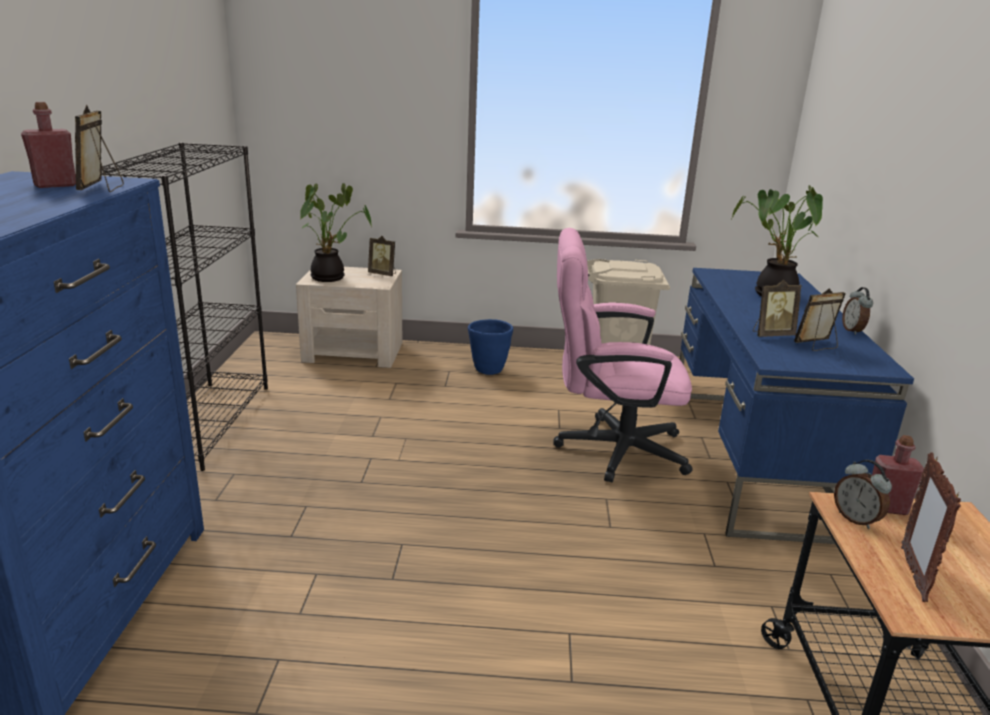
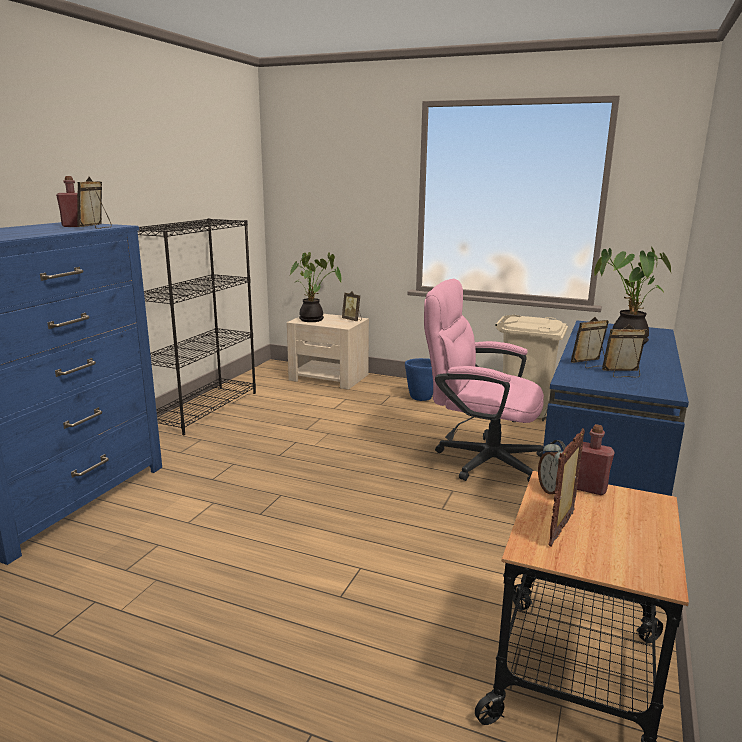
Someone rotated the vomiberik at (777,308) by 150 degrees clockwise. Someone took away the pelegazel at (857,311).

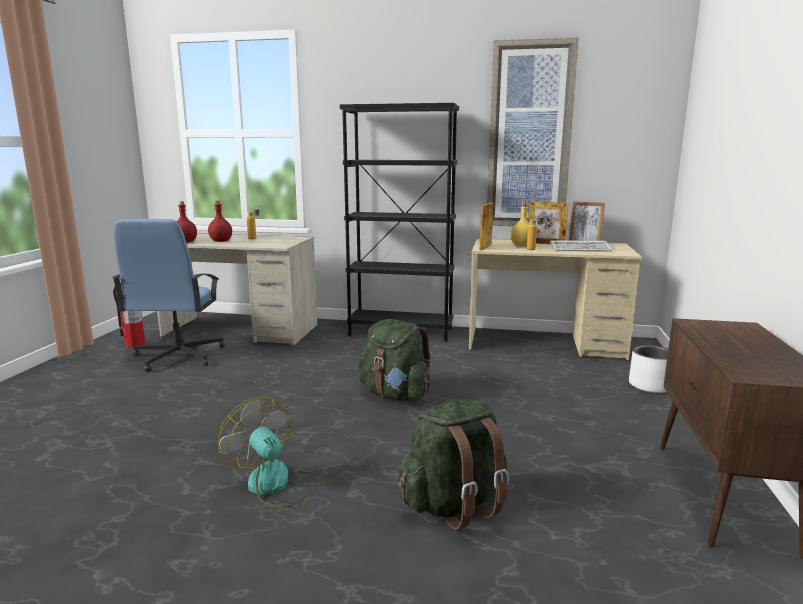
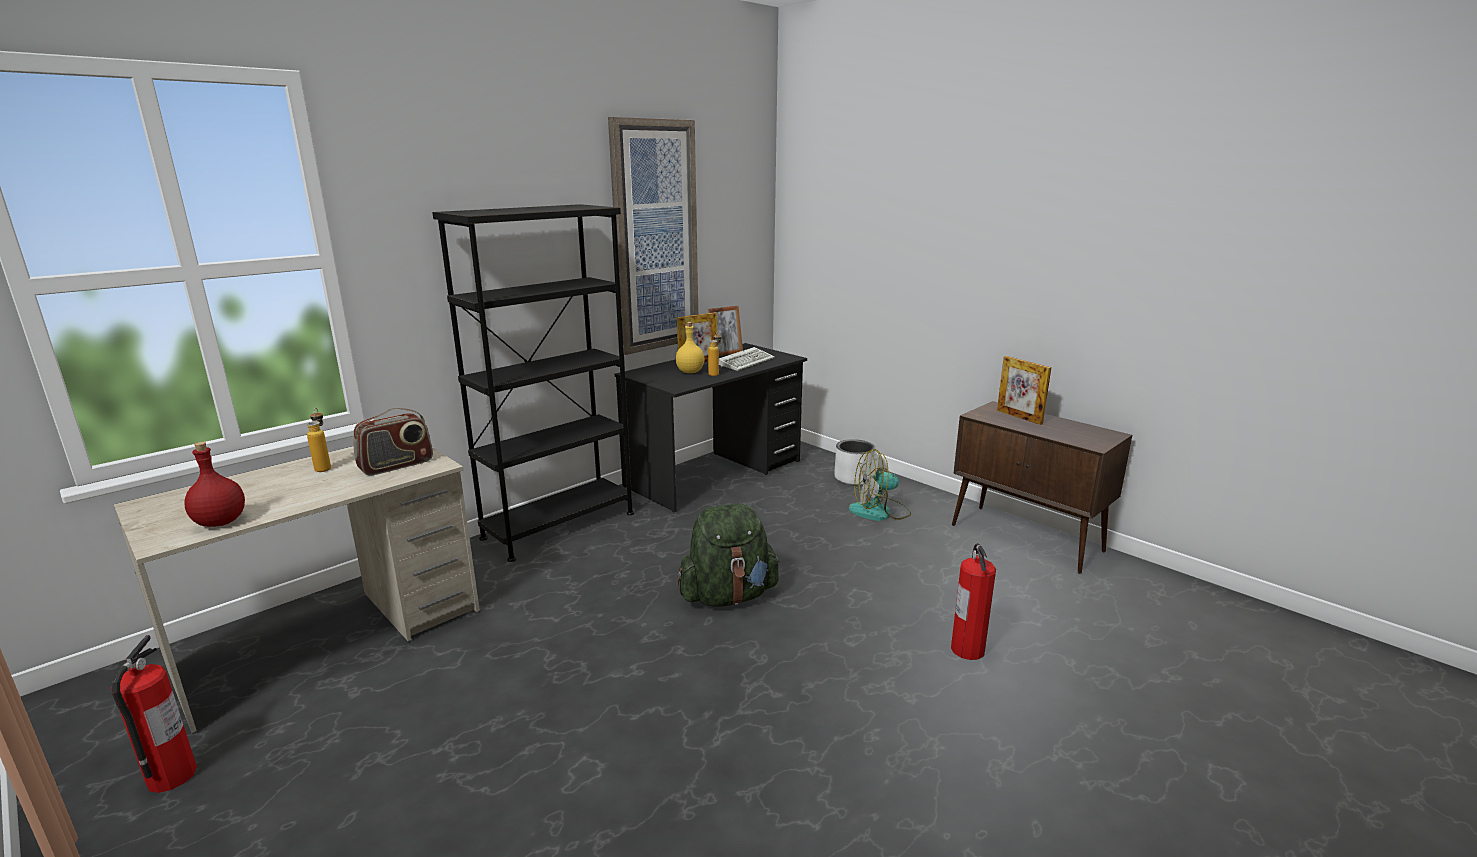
Someone took away the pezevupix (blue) at (168,295). Someone took away the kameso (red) at (220,221). Someone carried the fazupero from (270,452) to (880,485). Someone swapped the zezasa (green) at (453,464) for the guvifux at (973,601). Someone repainted the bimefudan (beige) at (555,299), which became the bimefudan (black) at (711,427). Someone carried the vomiberik from (486,227) to (1024,390). Someone put down the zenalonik at (393,441).

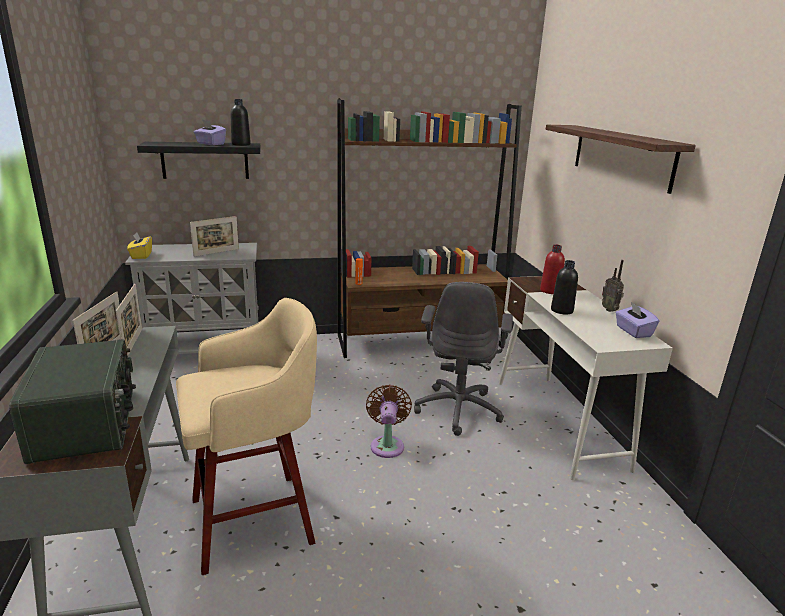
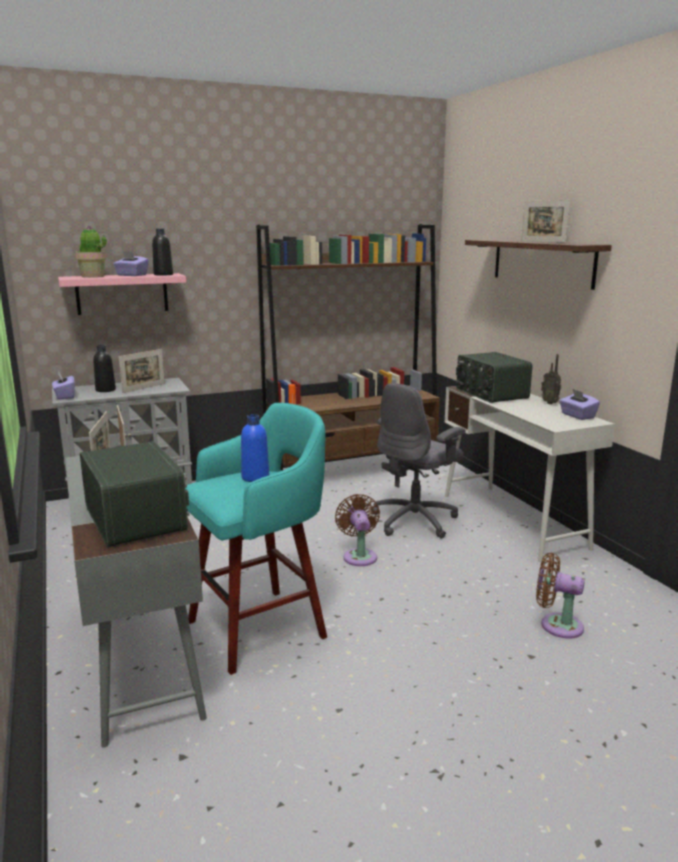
Someone repainted the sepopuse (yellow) at (139,245), which became the sepopuse (purple) at (63,386). Someone repainted the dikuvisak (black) at (199,160), which became the dikuvisak (pink) at (122,294). Someone repainted the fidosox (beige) at (246,436), which became the fidosox (turquoise) at (256,539). Someone rotated the pezevupix (grey) at (463,359) by 45 degrees clockwise. Someone swapped the kameso (red) at (552,269) for the zenalonik at (494,377). Someone carried the kameso (black) from (564,287) to (104,368). Someone put down the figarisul at (91,252). Someone put down the kameso (blue) at (255,448). Someone put down the vomiberik at (546,221). Someone put down the fazupero (brown) at (560,596).

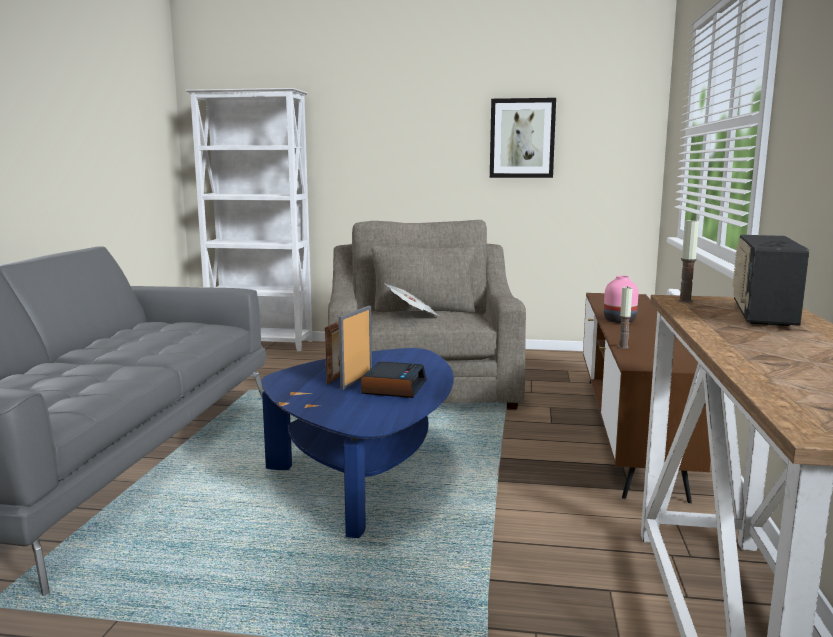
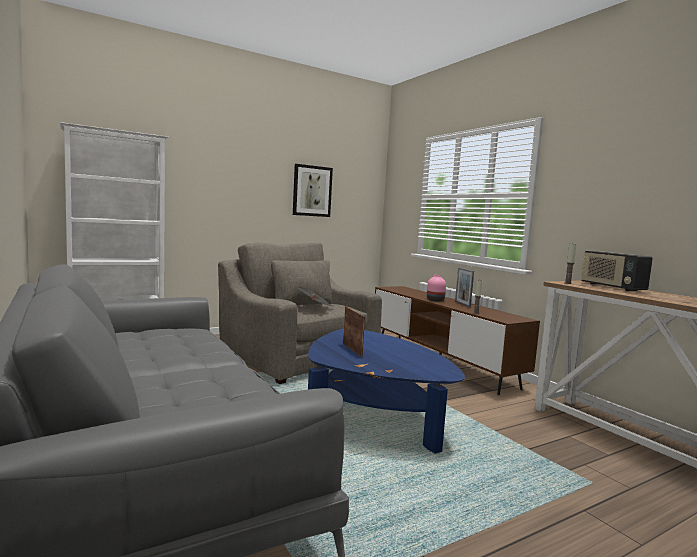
Someone carried the vomiberik from (355,348) to (464,287). Someone took away the pelegazel at (394,379).

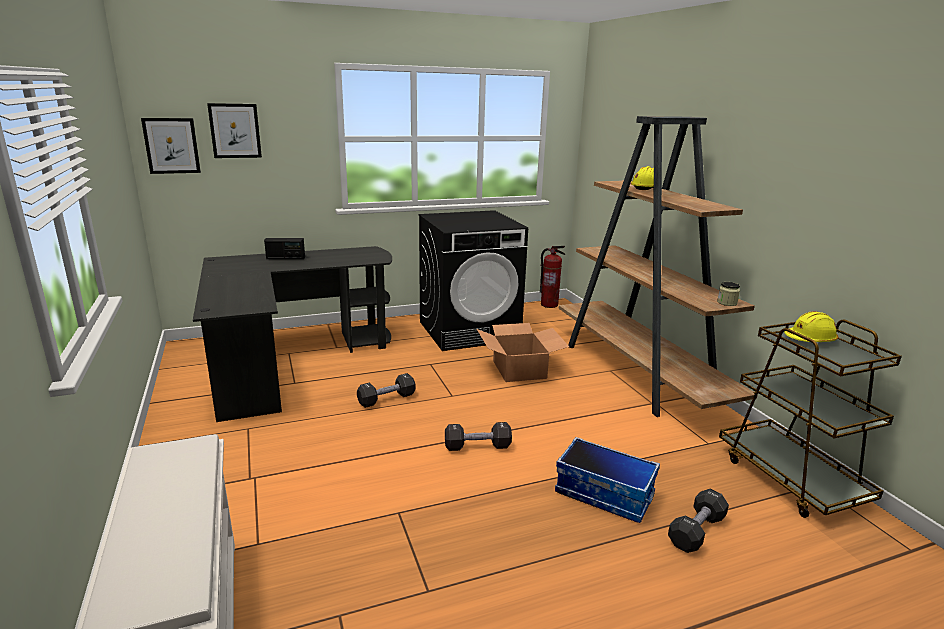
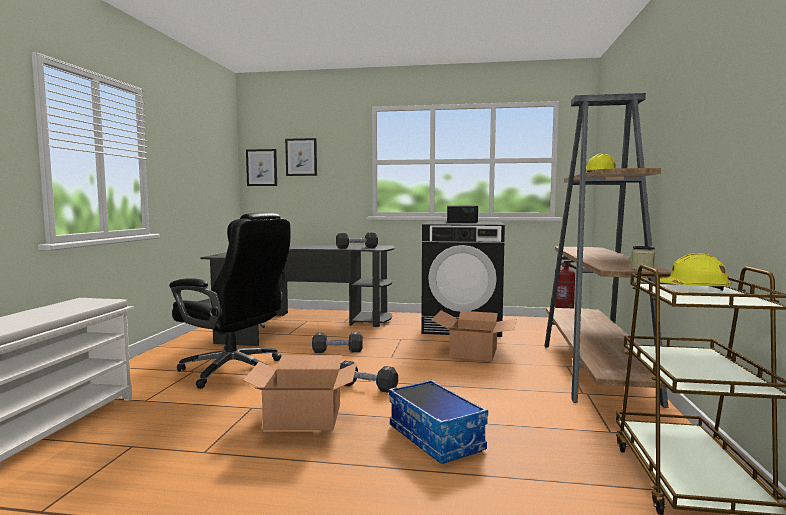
Someone carried the zenalonik from (284,248) to (462,214). Someone carried the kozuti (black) from (698,521) to (357,240). Someone put down the pezevupix (black) at (230,300). Someone put down the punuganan at (300,392).

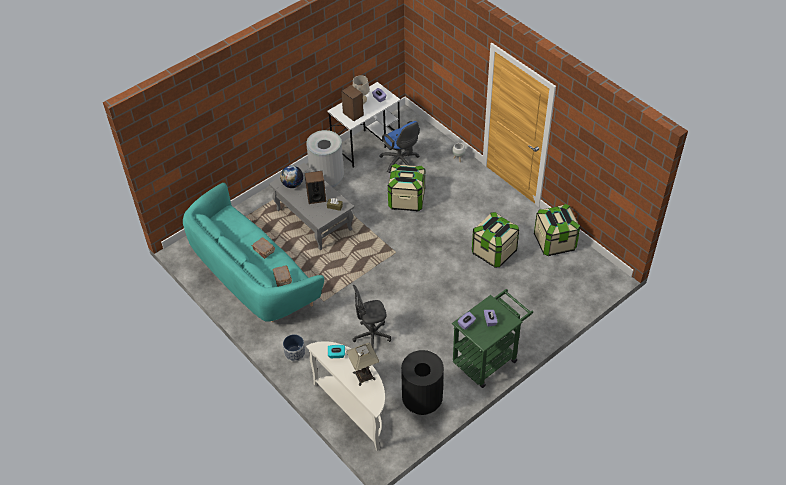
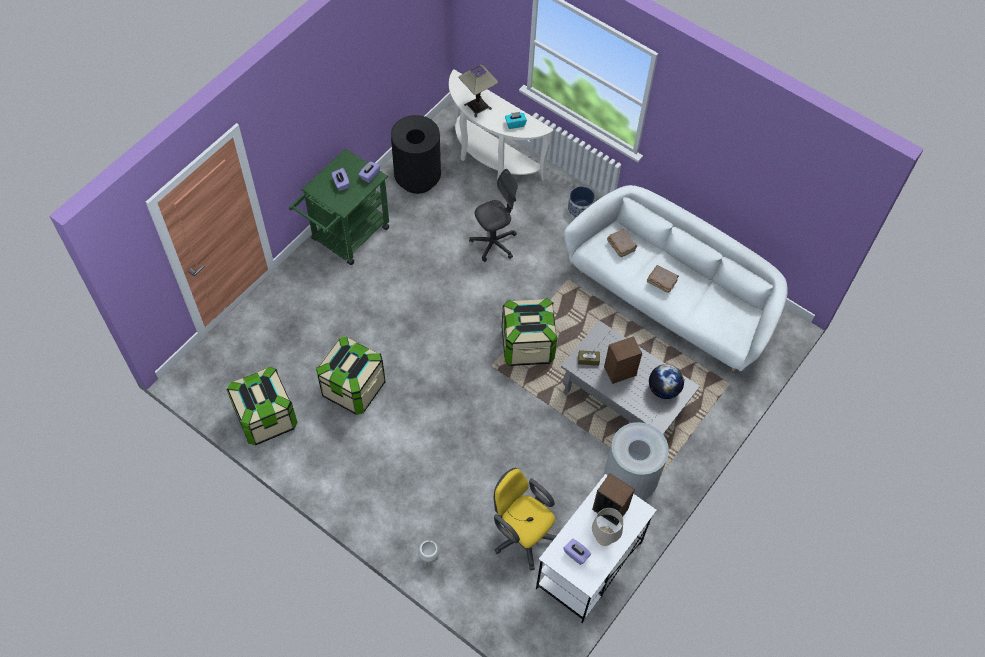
Someone repainted the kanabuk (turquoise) at (253,252), which became the kanabuk (white) at (676,278). Someone repainted the pezevupix (blue) at (400,147), which became the pezevupix (yellow) at (525,519). Someone carried the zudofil from (406,188) to (530,332).

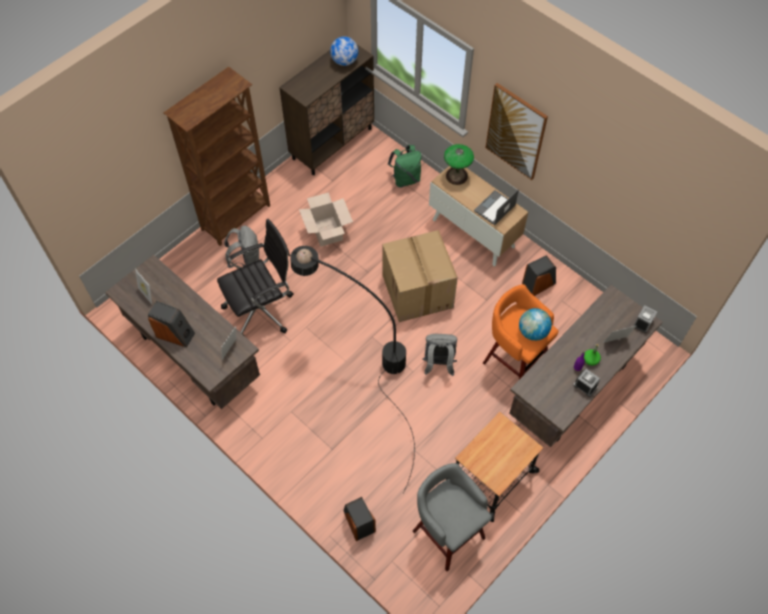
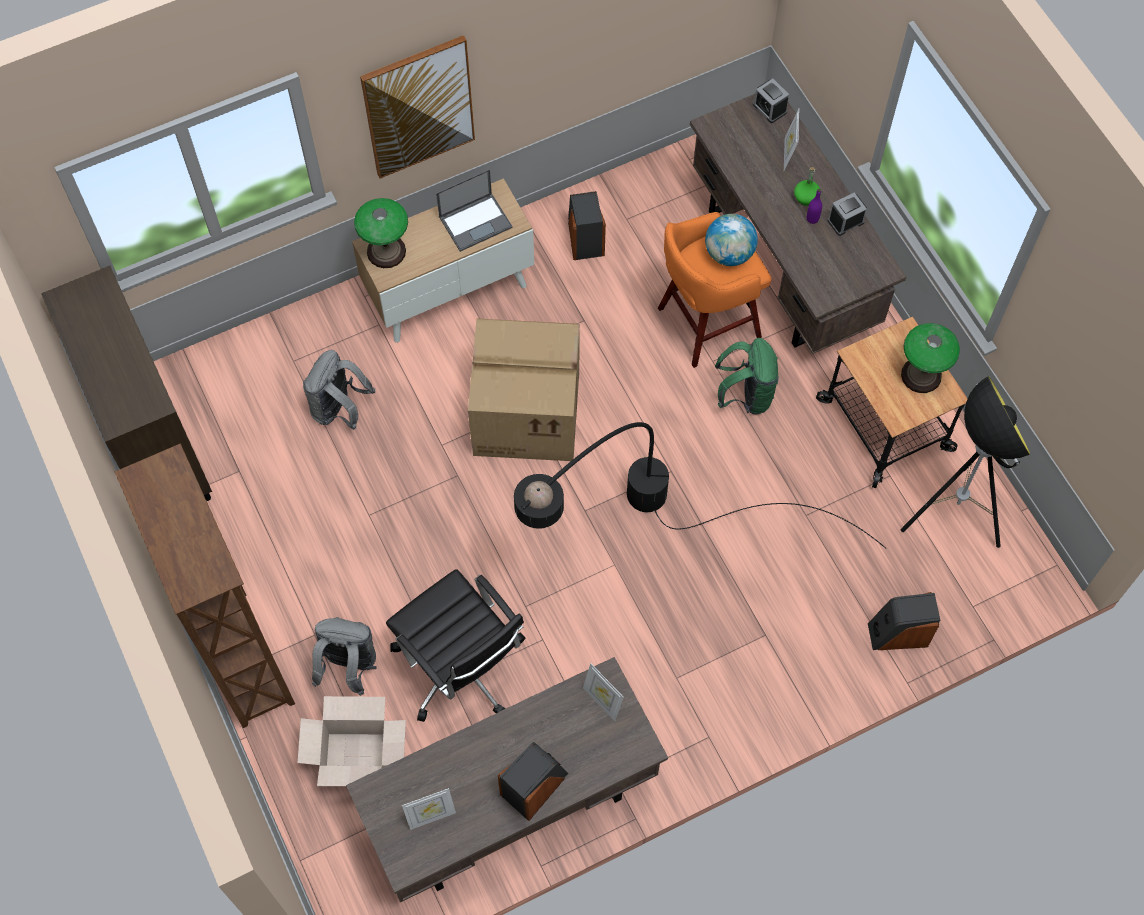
Someone rotated the pezevupix (black) at (255,277) by 150 degrees clockwise. Someone carried the punuganan from (326,219) to (351,741). Someone took away the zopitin at (344,51). Someone carried the zezasa (green) from (404,166) to (747,376). Someone swapped the fidosox (grey) at (452,517) for the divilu at (965,462). Someone carried the zezasa (grey) from (439,354) to (339,390). Someone rotated the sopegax at (496,207) by 90 degrees counterclockwise. Someone put down the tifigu at (930,358).

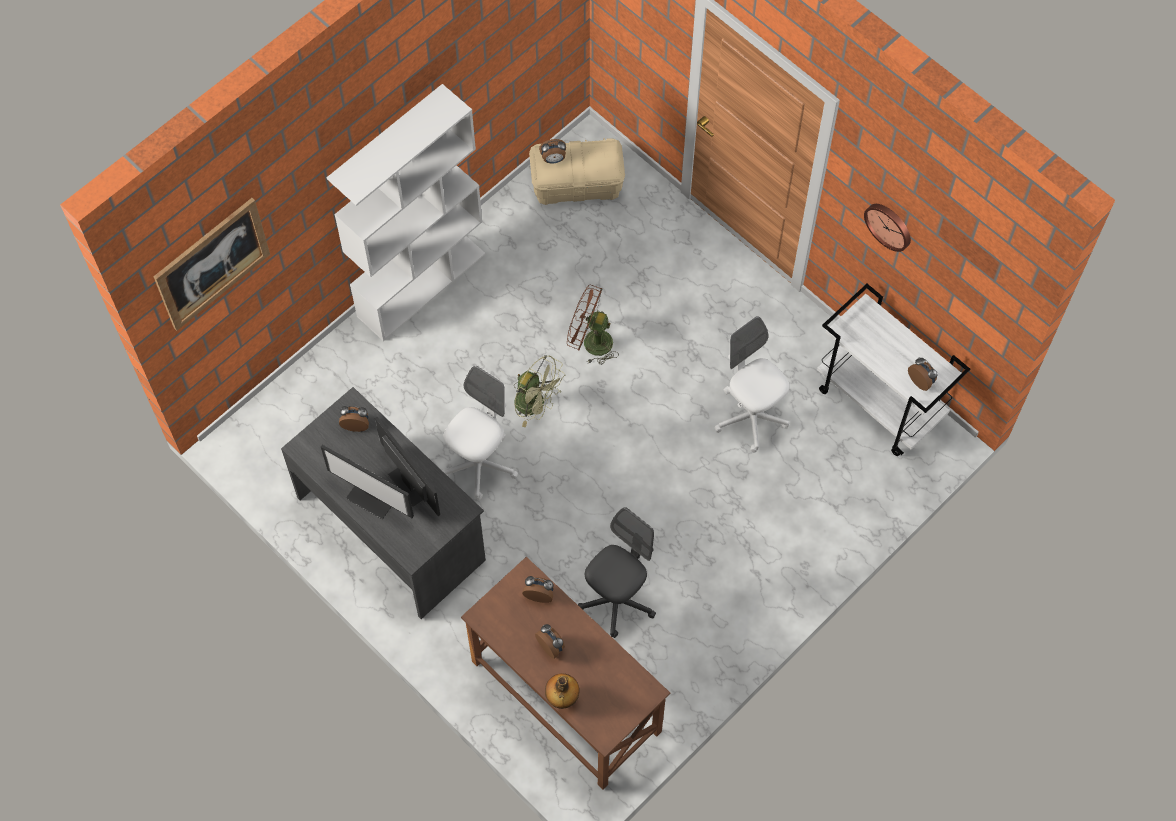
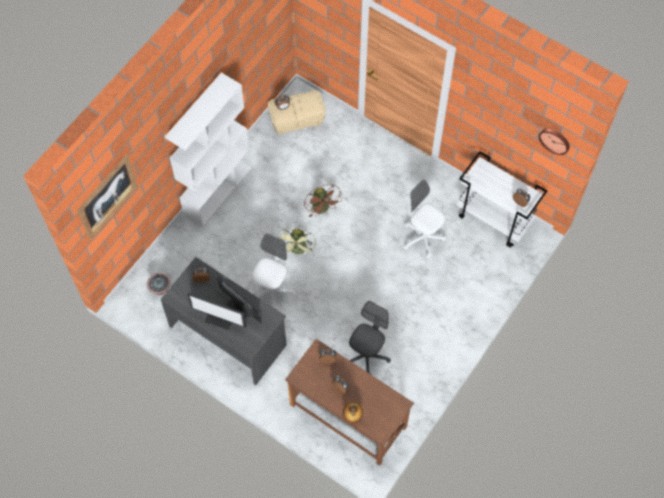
Someone rotated the fazupero (green) at (539,391) by 75 degrees clockwise. Someone rotated the fazupero (brown) at (593,325) by 120 degrees counterclockwise. Someone carried the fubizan from (887,228) to (554,142). Someone put down the figarisul at (158,284).

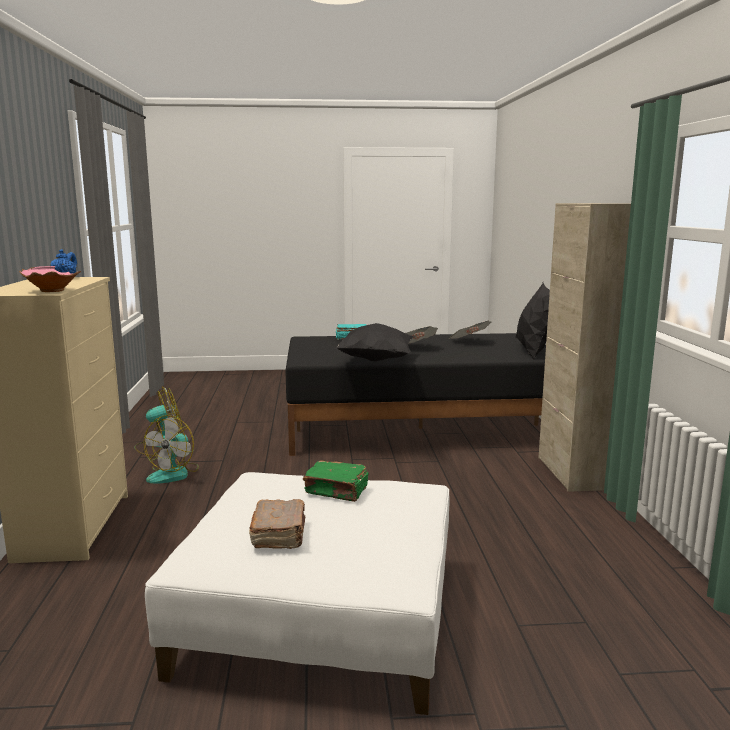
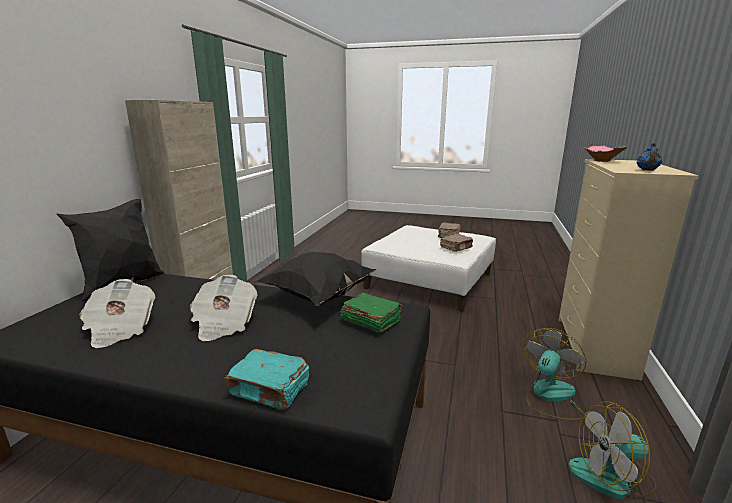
Someone carried the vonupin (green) from (336,481) to (372,313). Someone put down the vonupin (brown) at (456,242).

